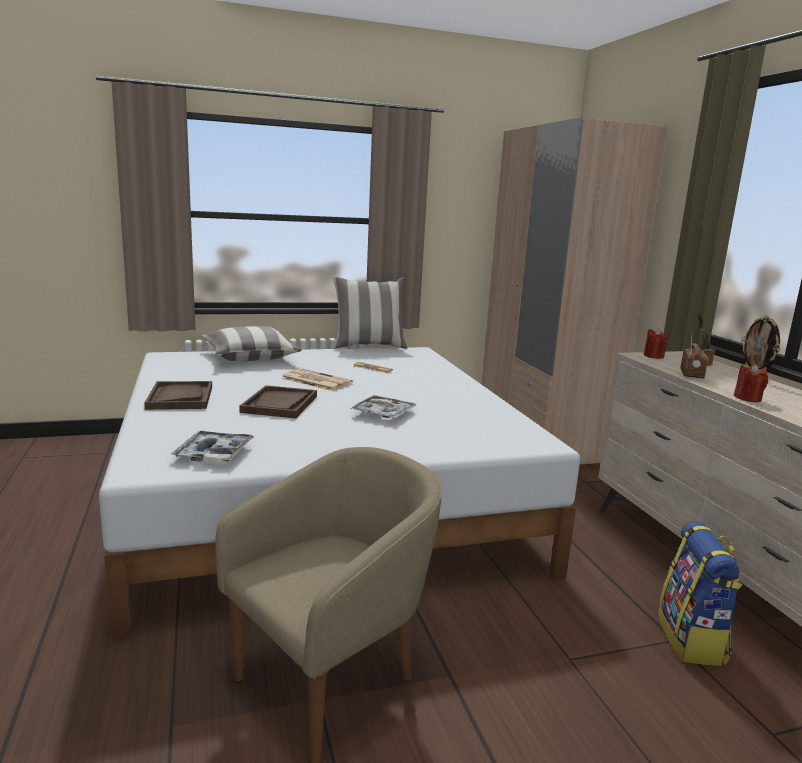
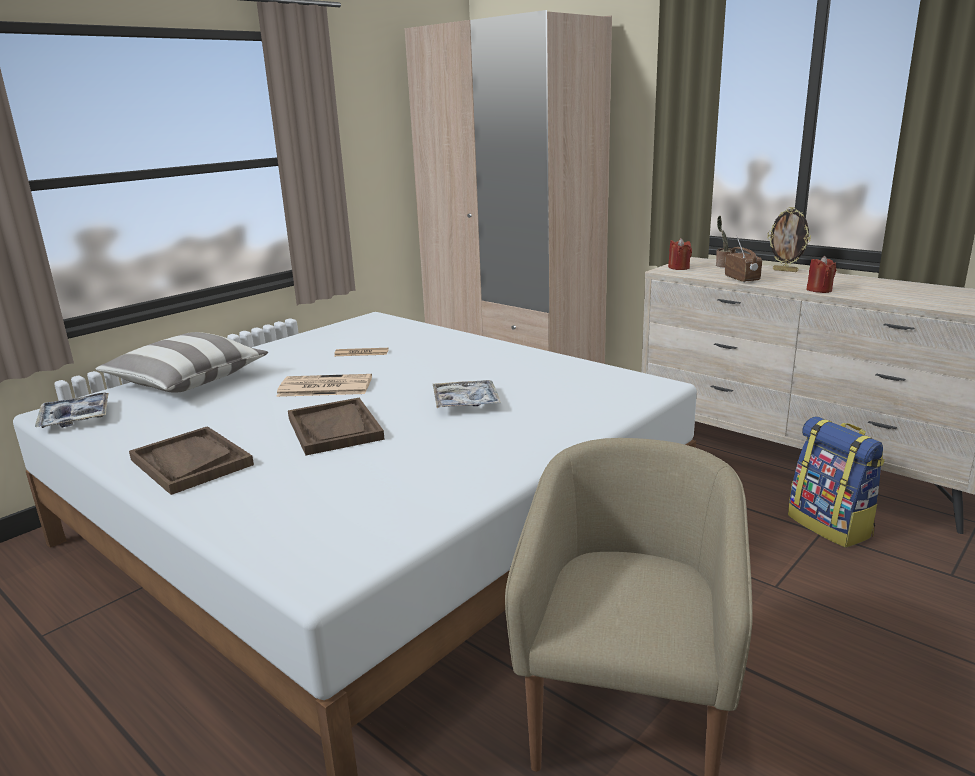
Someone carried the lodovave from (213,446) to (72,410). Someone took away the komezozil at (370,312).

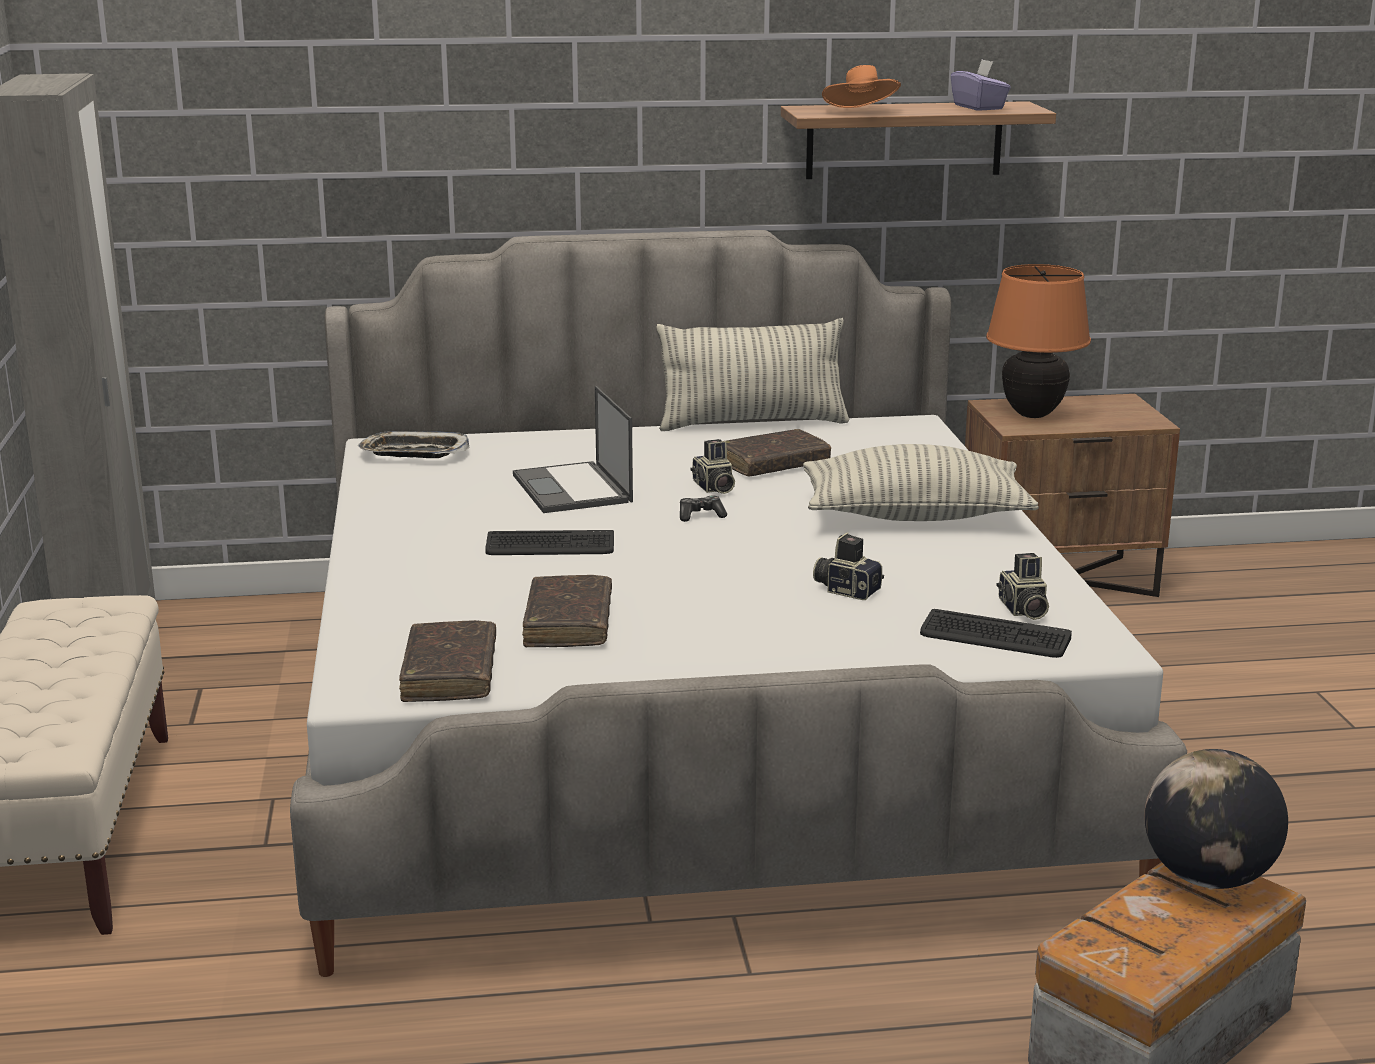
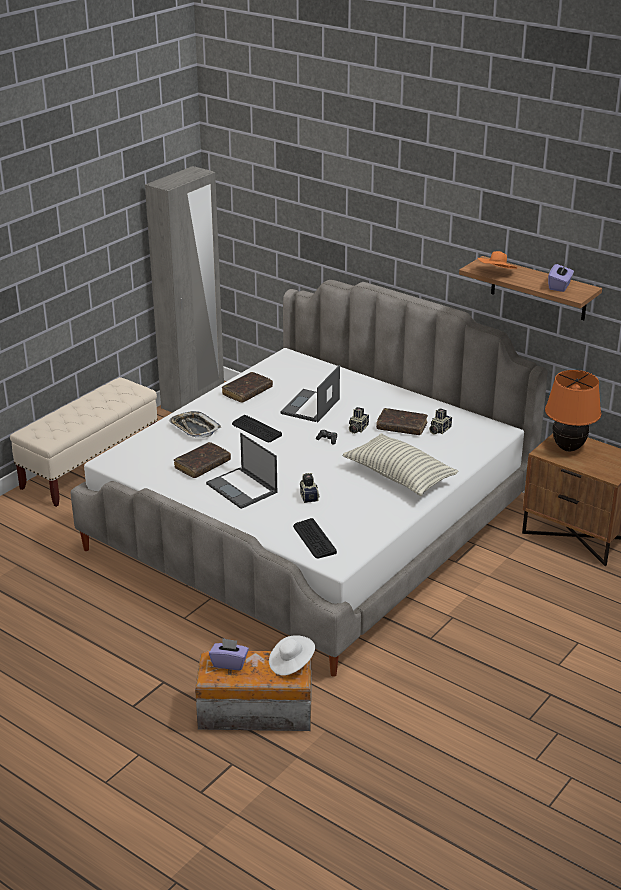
Someone carried the lodovave from (413,444) to (194,424). Someone carried the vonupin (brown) from (447,661) to (247,387). Someone took away the komezozil at (753,374). Someone carried the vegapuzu from (1023,586) to (440,421). Someone swapped the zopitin at (1216,819) for the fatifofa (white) at (292,655). Someone put down the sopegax at (241,471). Someone put down the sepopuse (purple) at (229,654).

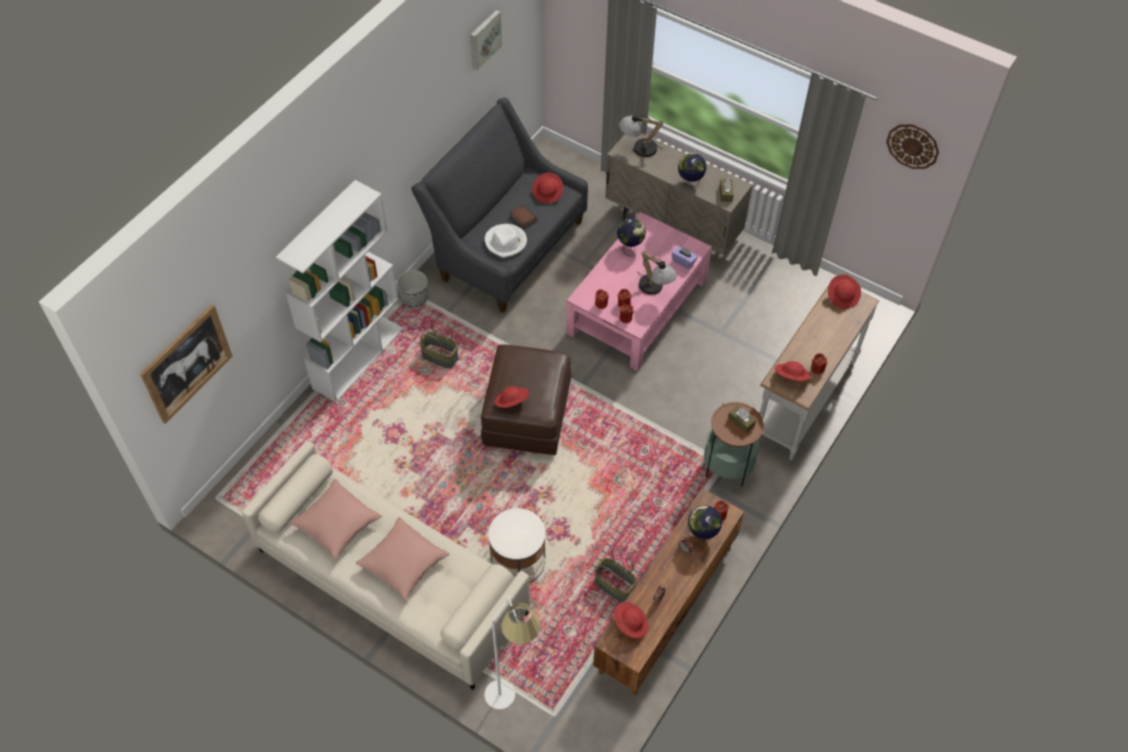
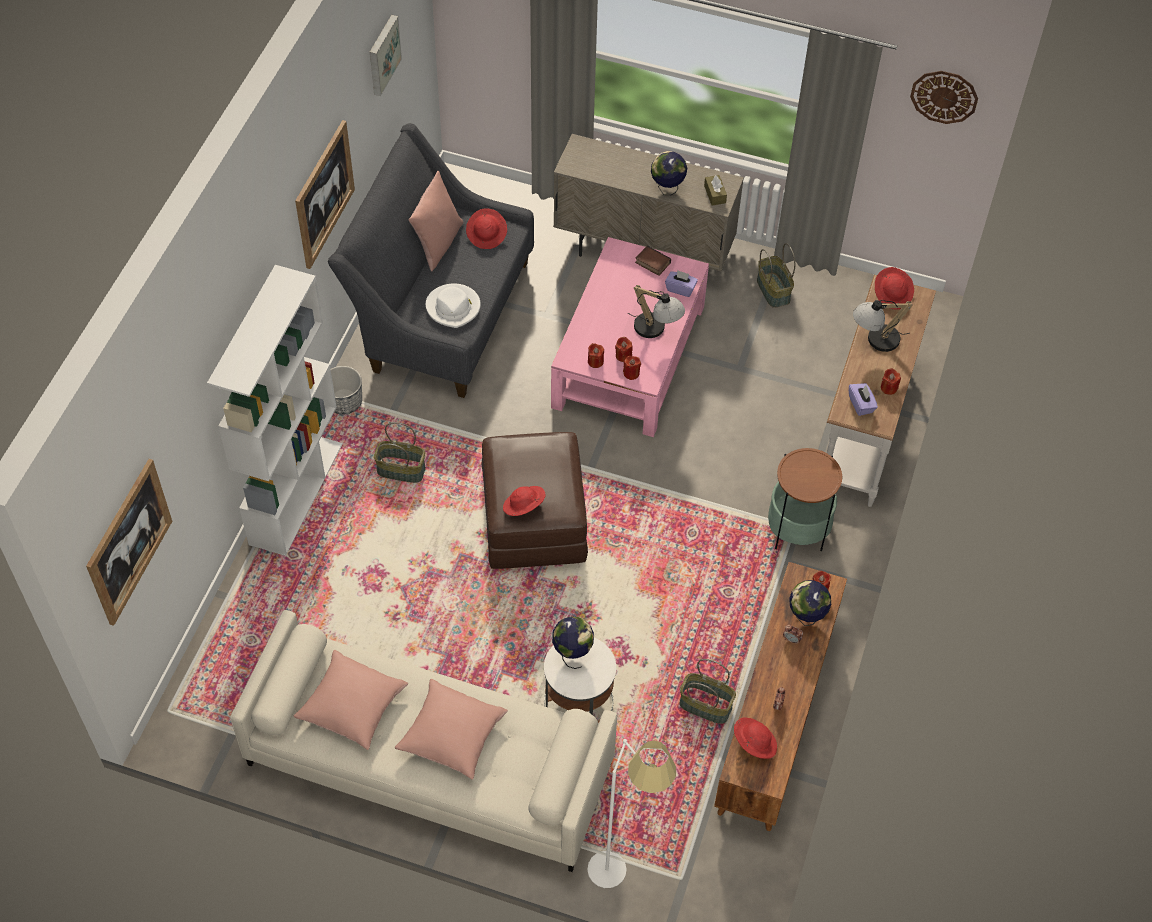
Someone carried the vonupin from (523,216) to (653,261). Someone carried the zopitin from (631,237) to (573,643). Someone carried the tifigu from (641,135) to (883,326). Someone took away the sepopuse (brown) at (742,419). Someone swapped the fatifofa (red) at (793,371) for the sepopuse (purple) at (863,399). Someone put up the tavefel at (325,194). Someone put down the komezozil (pink) at (436,221). Someone put down the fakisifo at (776,275).

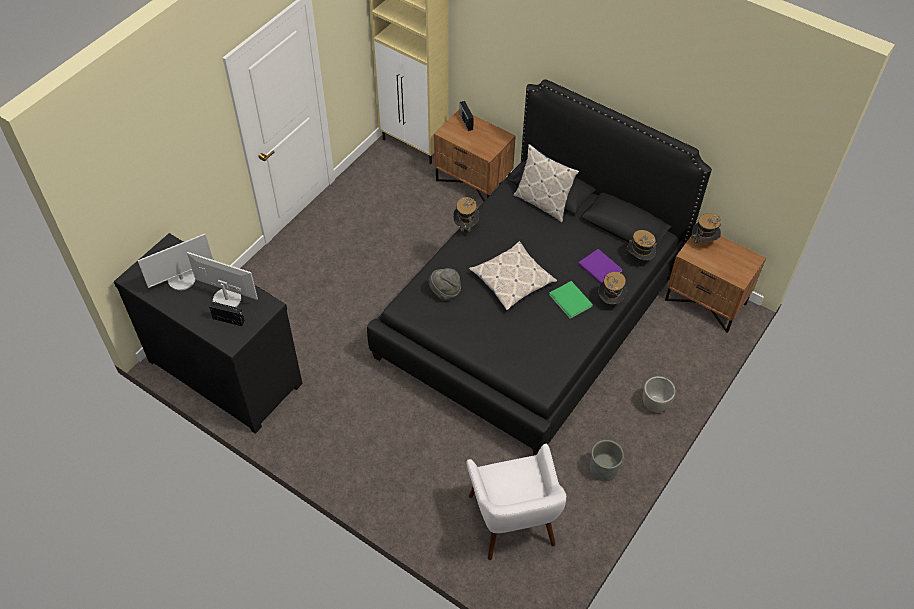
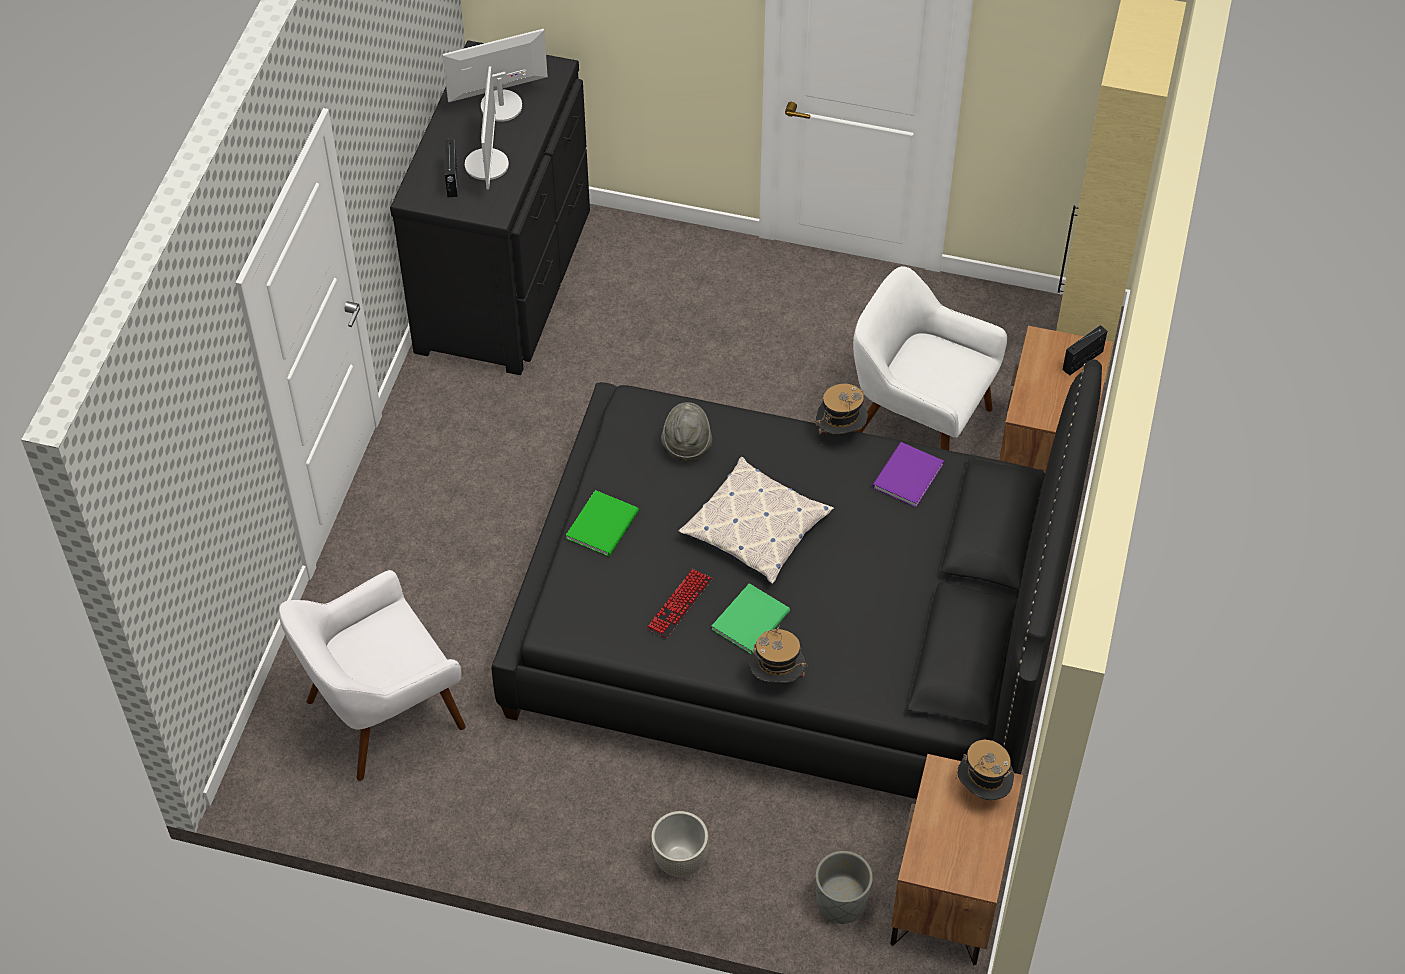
Someone rotated the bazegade at (175,262) by 120 degrees clockwise. Someone took away the komezozil at (546,183). Someone carried the vonupin (purple) from (600,266) to (908,474). Someone carried the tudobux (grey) from (607,460) to (844,887). Someone took away the fatifofa at (641,245). Someone put down the vonupin (green) at (602,523). Someone put down the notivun at (679,603). Someone put down the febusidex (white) at (930,358).

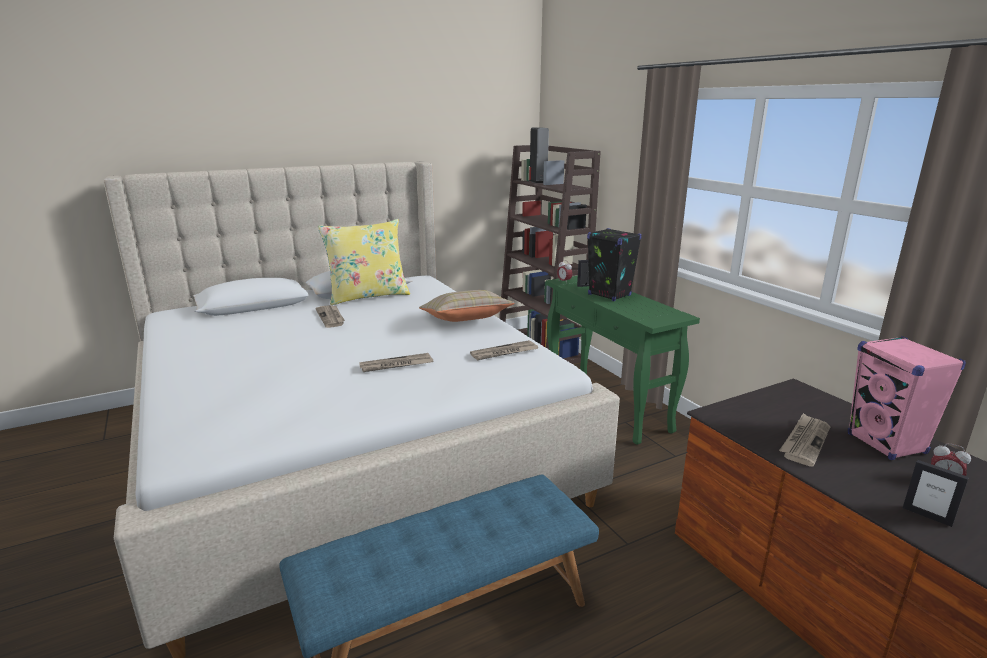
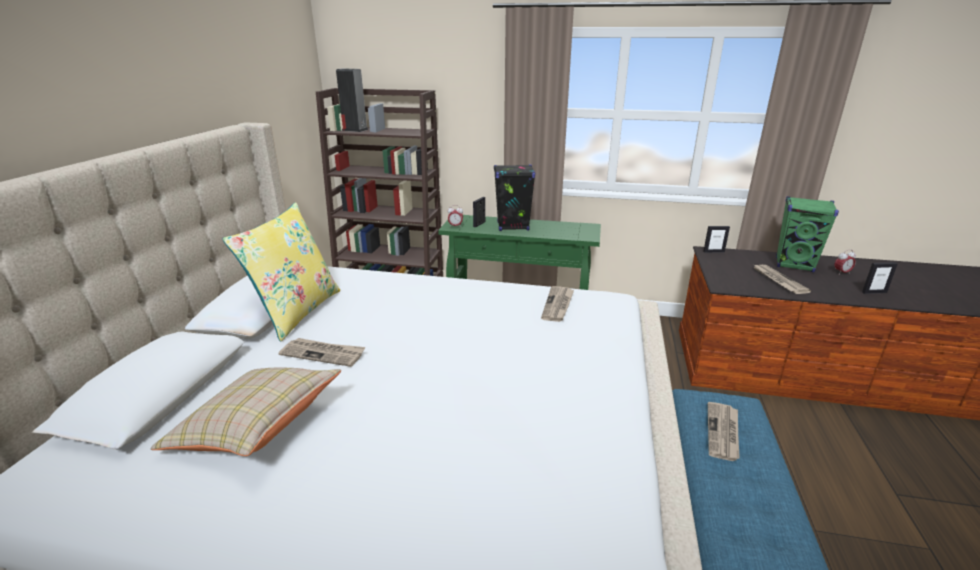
Someone carried the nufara from (396,362) to (724,431). Someone carried the komezozil (beige) from (467,306) to (246,411). Someone repainted the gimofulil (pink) at (907,398), which became the gimofulil (green) at (807,234). Someone put down the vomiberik at (716,239).

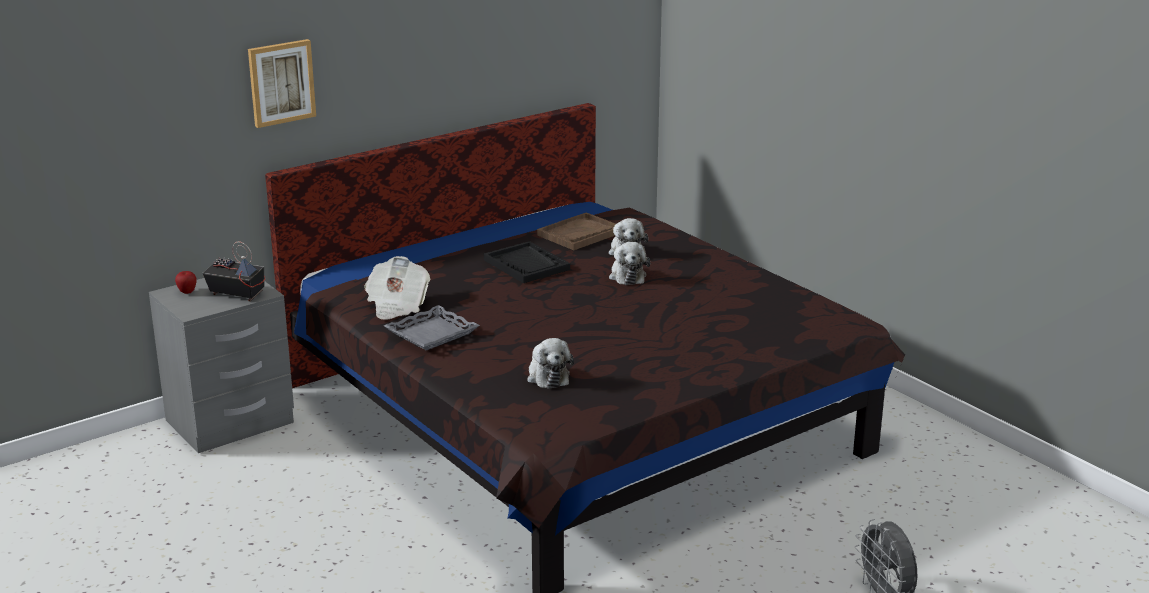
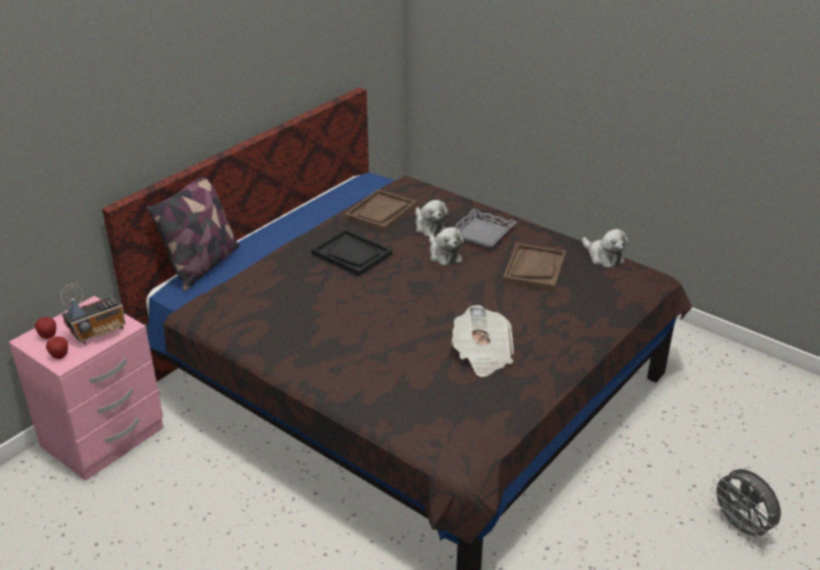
Someone repainted the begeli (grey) at (221,365), which became the begeli (pink) at (86,388). Someone rotated the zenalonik at (234,271) by 135 degrees clockwise. Someone took away the tavefel at (282,83). Someone carried the nufara from (397,288) to (483,341). Someone carried the lodovave (grey) from (432,327) to (486,228). Someone carried the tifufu from (550,363) to (605,248). Someone put down the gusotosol at (57,347). Someone put down the komezozil at (192,234). Someone put down the lodovave (brown) at (534,267).

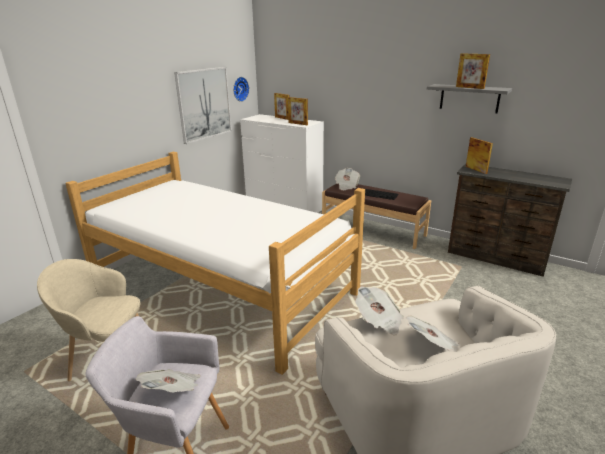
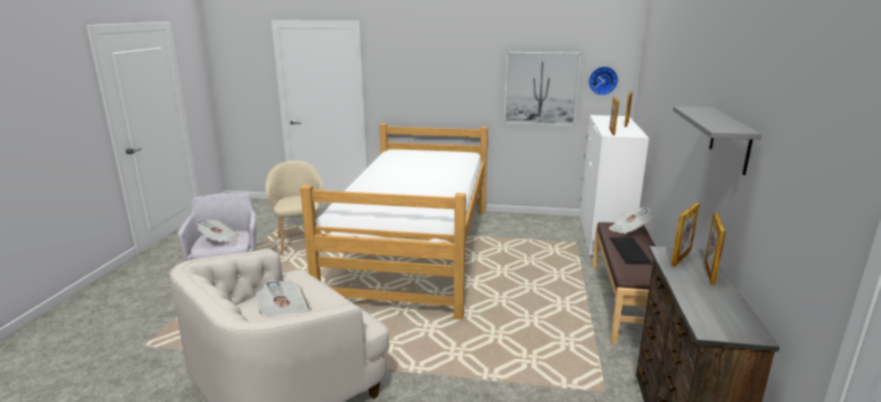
Someone took away the nufara at (379,311). Someone carried the vomiberik from (473,71) to (715,249).

